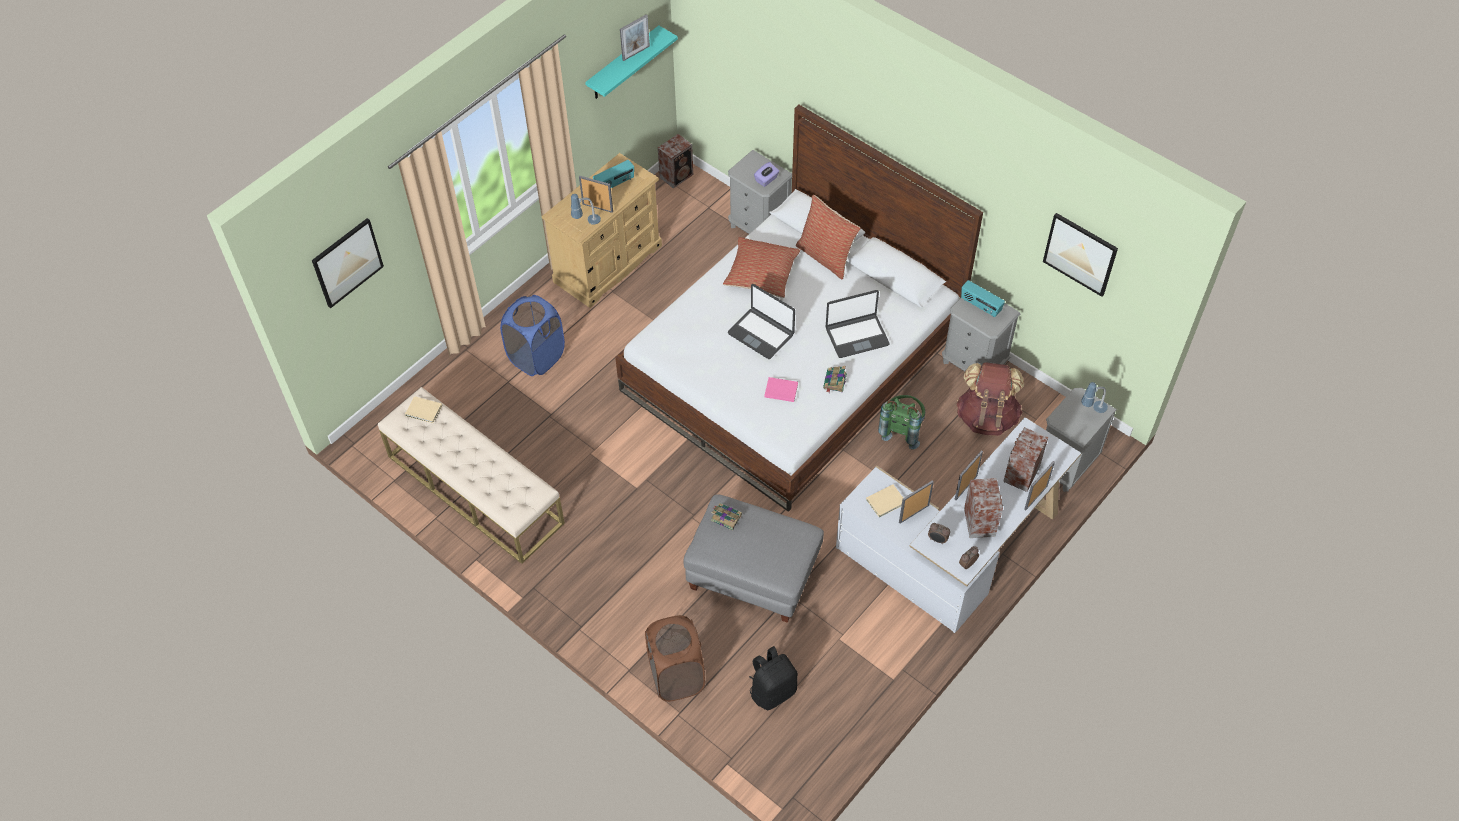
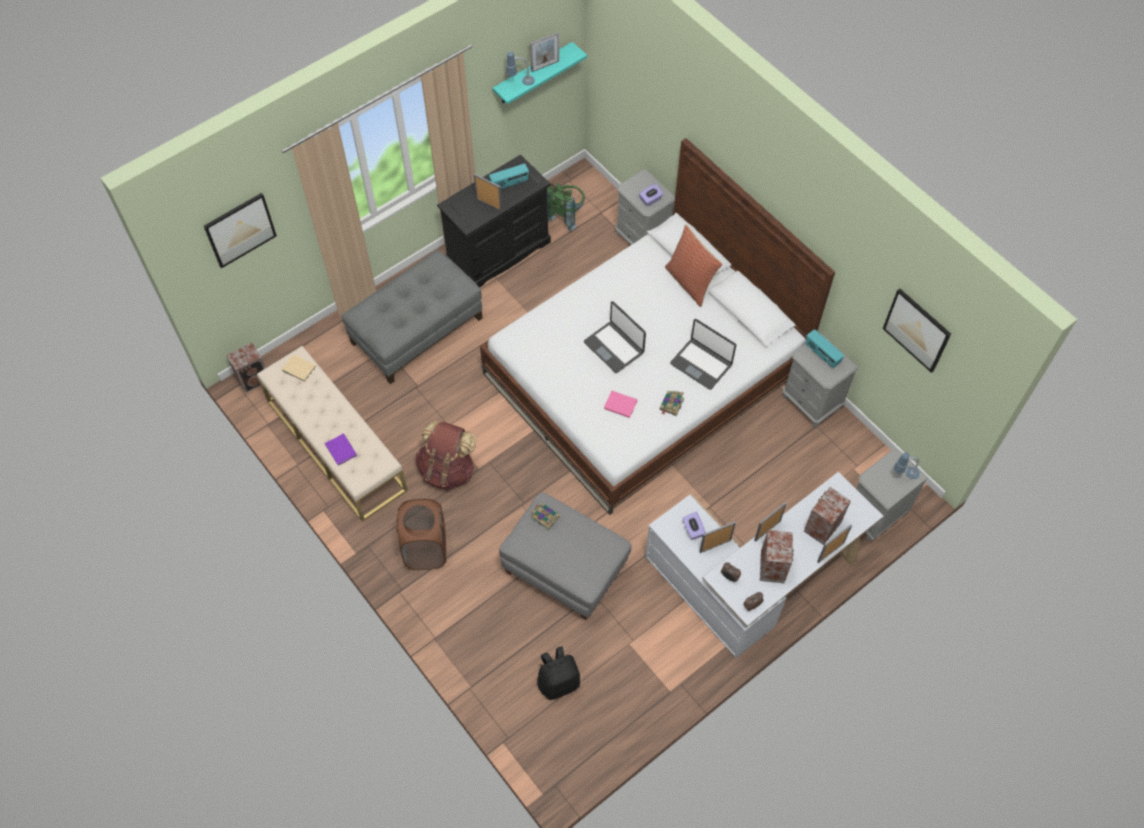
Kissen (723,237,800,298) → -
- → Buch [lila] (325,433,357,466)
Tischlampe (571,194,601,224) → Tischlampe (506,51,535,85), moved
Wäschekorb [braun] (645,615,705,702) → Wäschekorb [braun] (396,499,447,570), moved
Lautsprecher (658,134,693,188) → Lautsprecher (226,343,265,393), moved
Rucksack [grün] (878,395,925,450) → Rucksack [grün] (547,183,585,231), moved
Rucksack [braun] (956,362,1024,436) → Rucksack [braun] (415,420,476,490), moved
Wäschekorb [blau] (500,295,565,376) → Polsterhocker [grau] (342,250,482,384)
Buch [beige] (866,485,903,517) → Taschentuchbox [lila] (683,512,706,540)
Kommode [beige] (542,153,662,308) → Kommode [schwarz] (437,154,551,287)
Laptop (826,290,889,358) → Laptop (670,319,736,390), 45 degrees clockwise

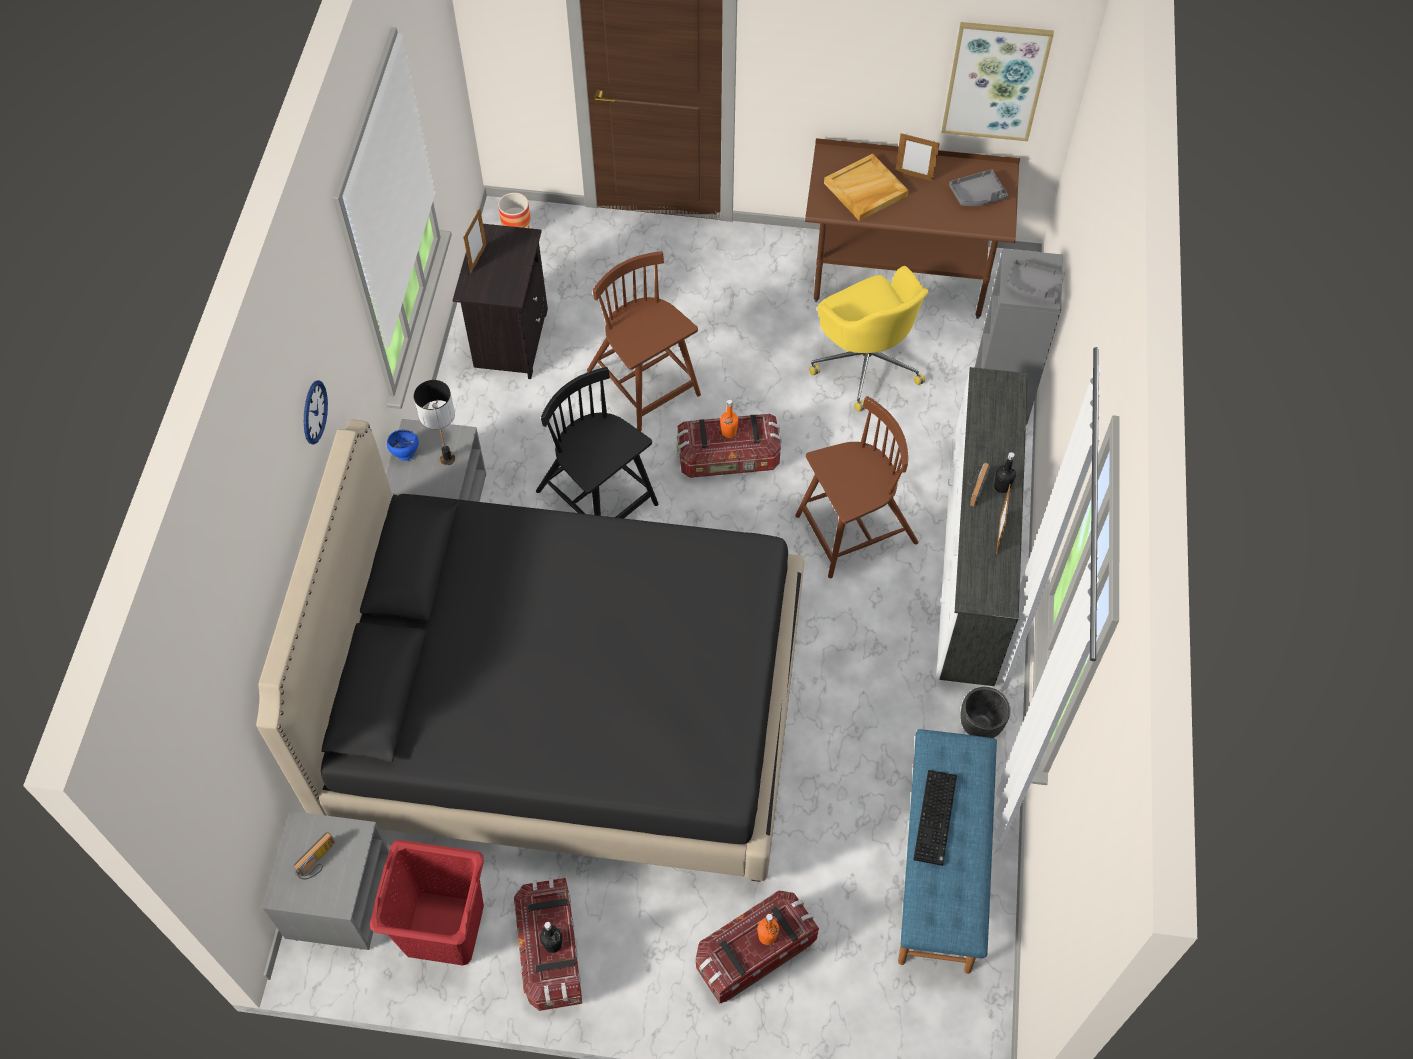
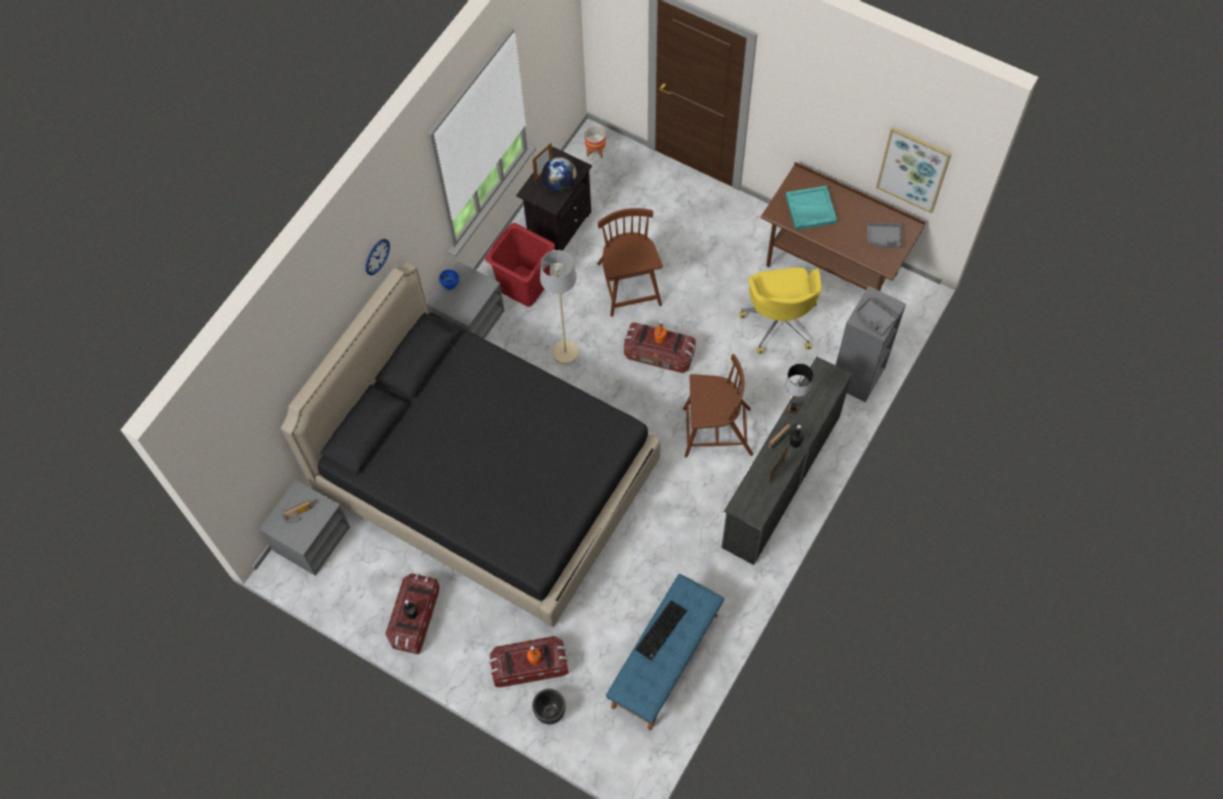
Bilderrahmen (895,133,940,181) → -
- → Globus (542,157,577,193)
Wäschekorb [rot] (370,840,484,966) → Wäschekorb [rot] (485,223,555,307), moved
Tischlampe (414,380,455,465) → Tischlampe (786,364,813,415), moved
Pflanzkübel [schwarz] (960,687,1010,738) → Pflanzkübel [schwarz] (532,689,566,724), moved
Stuhl [schwarz] (536,367,658,518) → Stehlampe [beige] (540,250,578,364)
Tablett [beige] (824,153,909,221) → Tablett [türkis] (785,186,837,230)

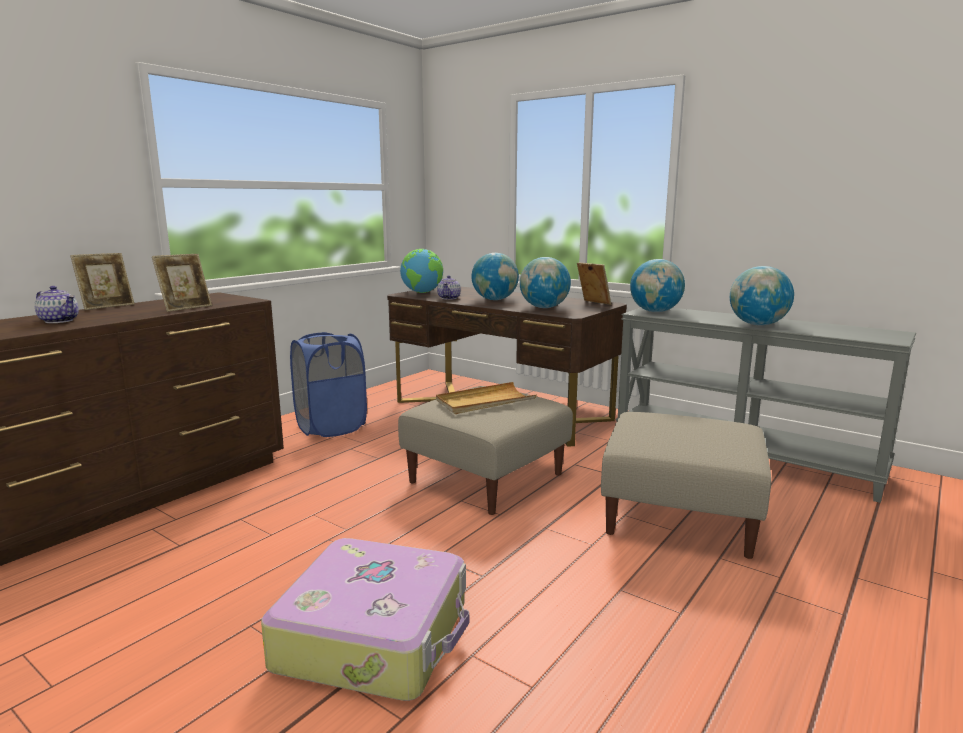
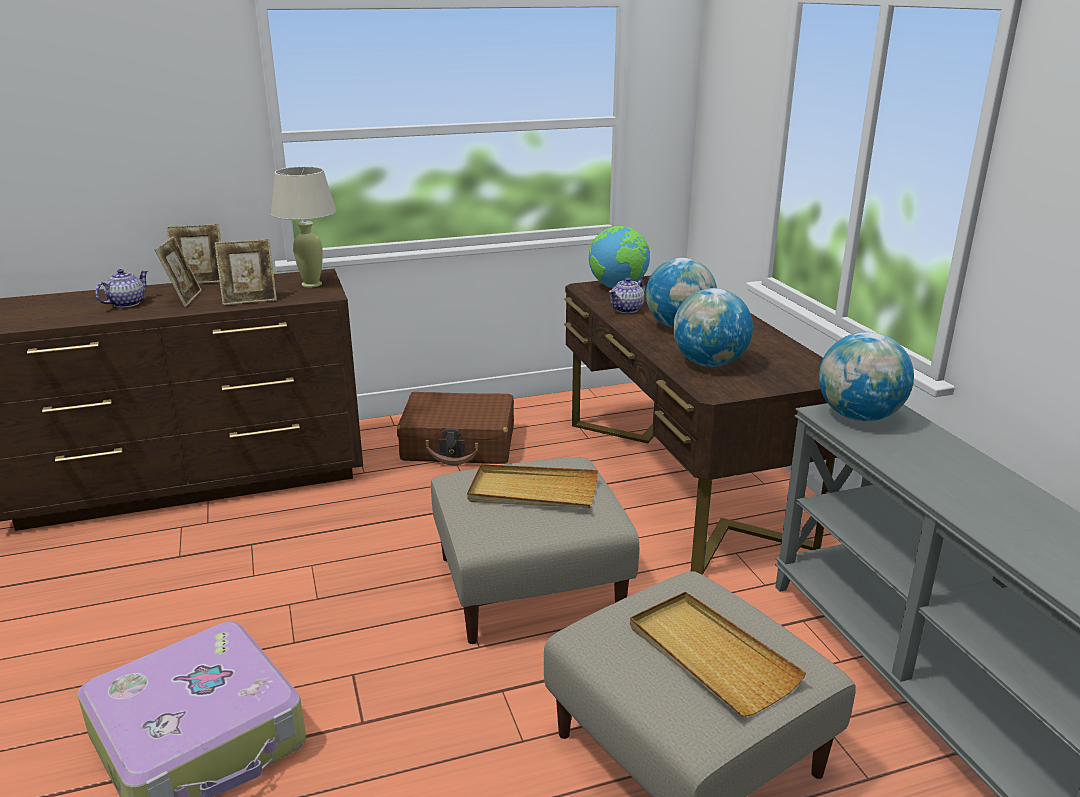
Globus (730,266,794,325) → -
- → Tischlampe [beige] (271,166,336,287)
- → Tablett [beige] (630,592,806,717)
Bilderrahmen (577,262,611,305) → Bilderrahmen (155,236,202,307), moved
Wäschekorb [blau] (290,332,367,437) → Koffer [braun] (397,392,514,465)
Teekanne (35,286,79,323) → Teekanne (95,269,148,308), 120 degrees counterclockwise

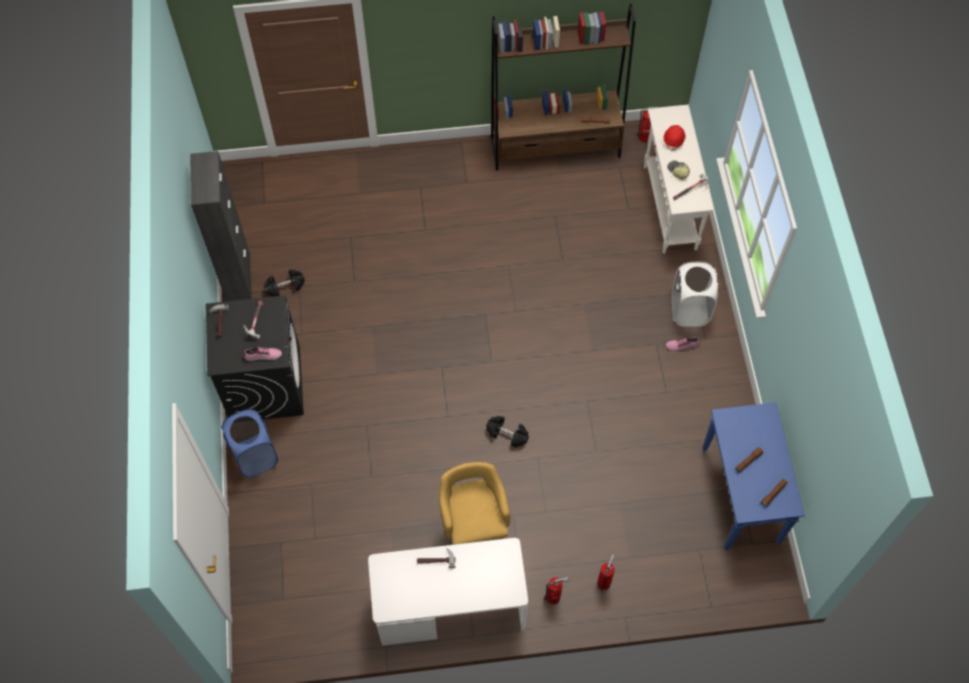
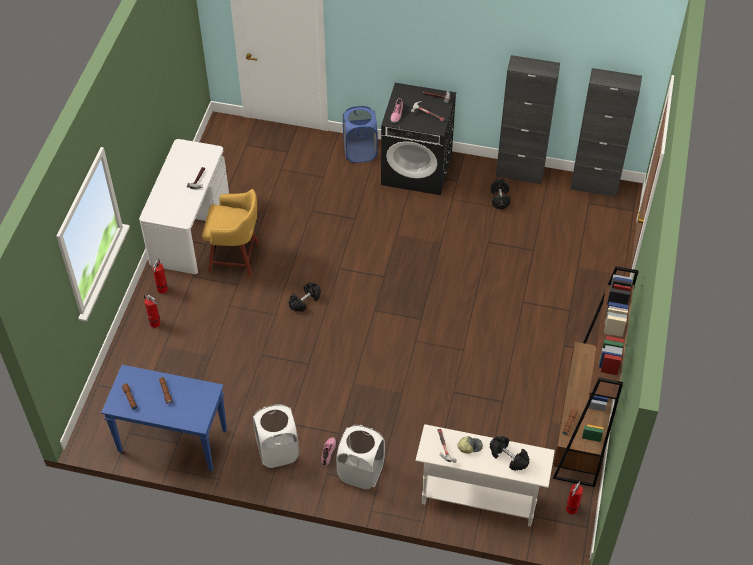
- → Wäschekorb [weiß] (253,404,300,468)
- → Schrank [schwarz] (570,68,642,197)
Schutzhelm [rot] (664,125,686,151) → Hantel [schwarz] (490,436,530,471)

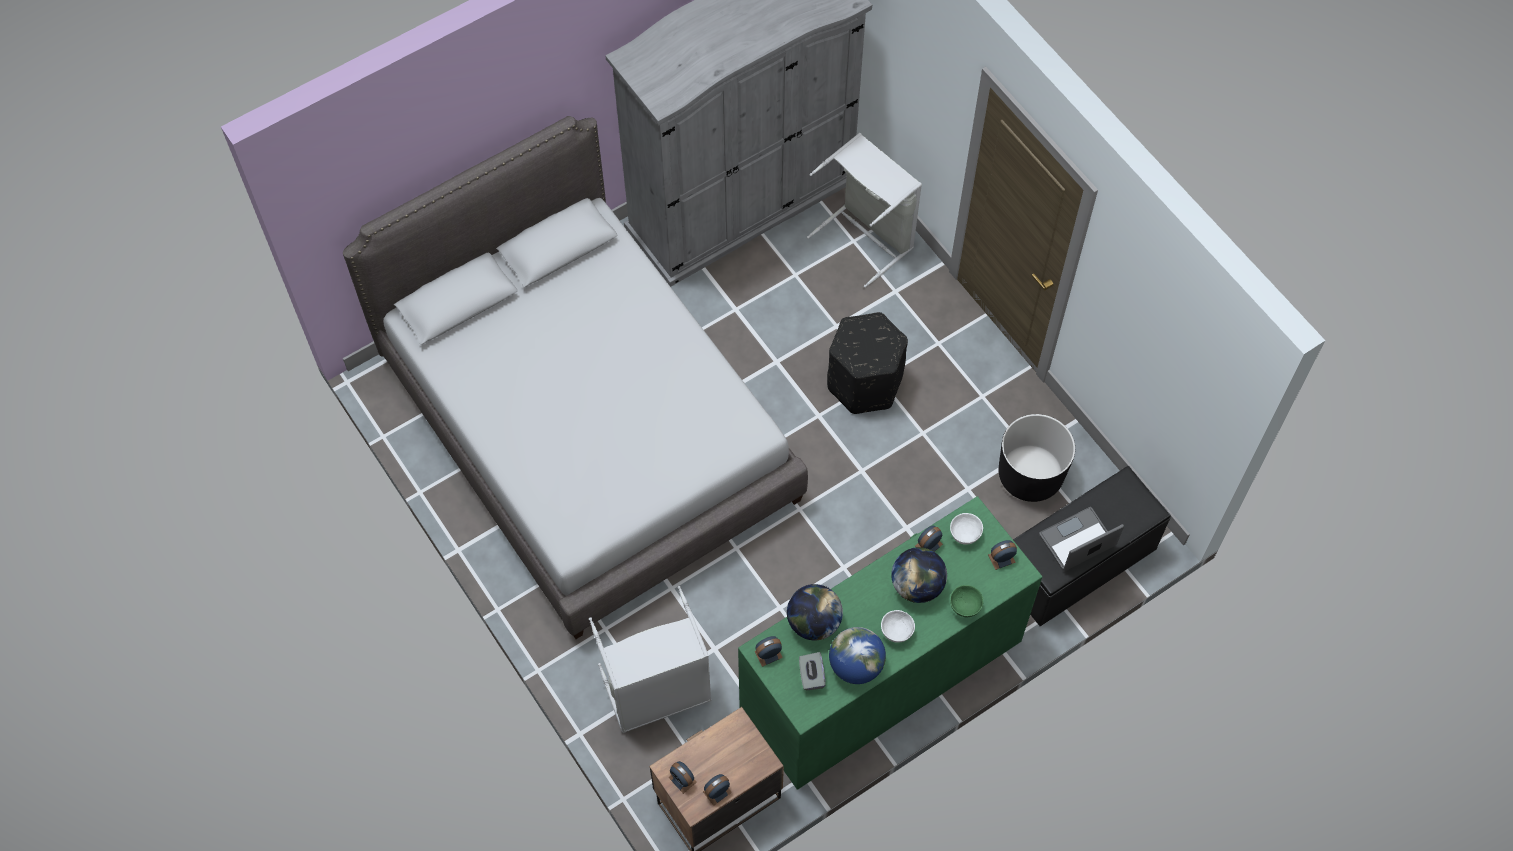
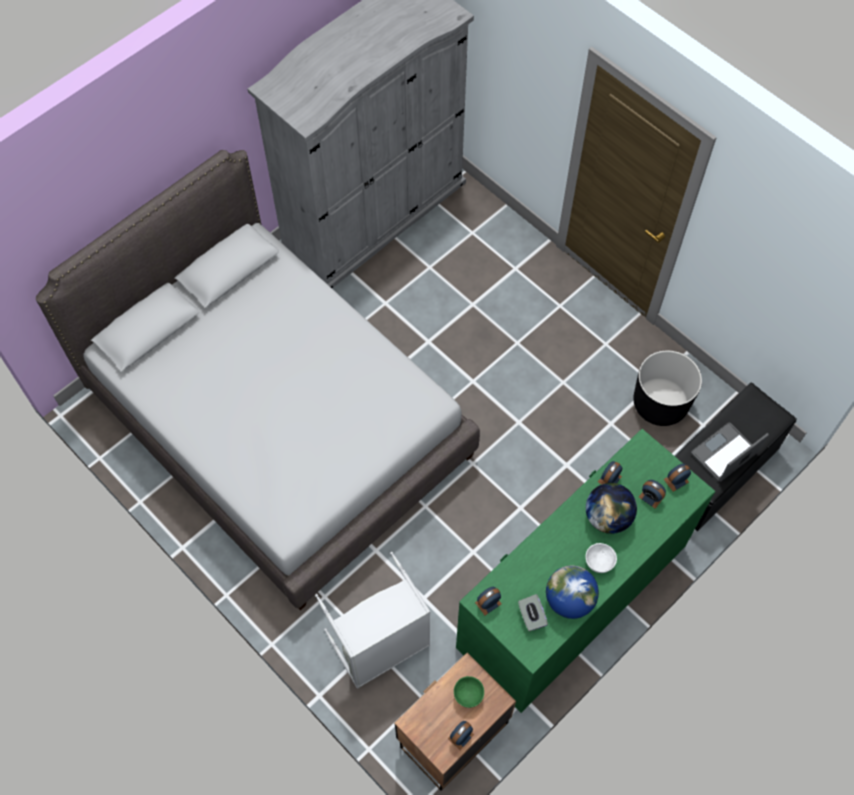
Globus (787,584,843,640) → -
Wäschekorb [grau] (807,133,922,288) → -
Polsterhocker [schwarz] (827,312,908,414) → -
Schüssel [weiß] (950,513,983,545) → -
Wecker (668,761,697,794) → Wecker (639,480,666,509), moved
Schüssel [grün] (950,585,983,617) → Schüssel [grün] (454,676,484,708), moved

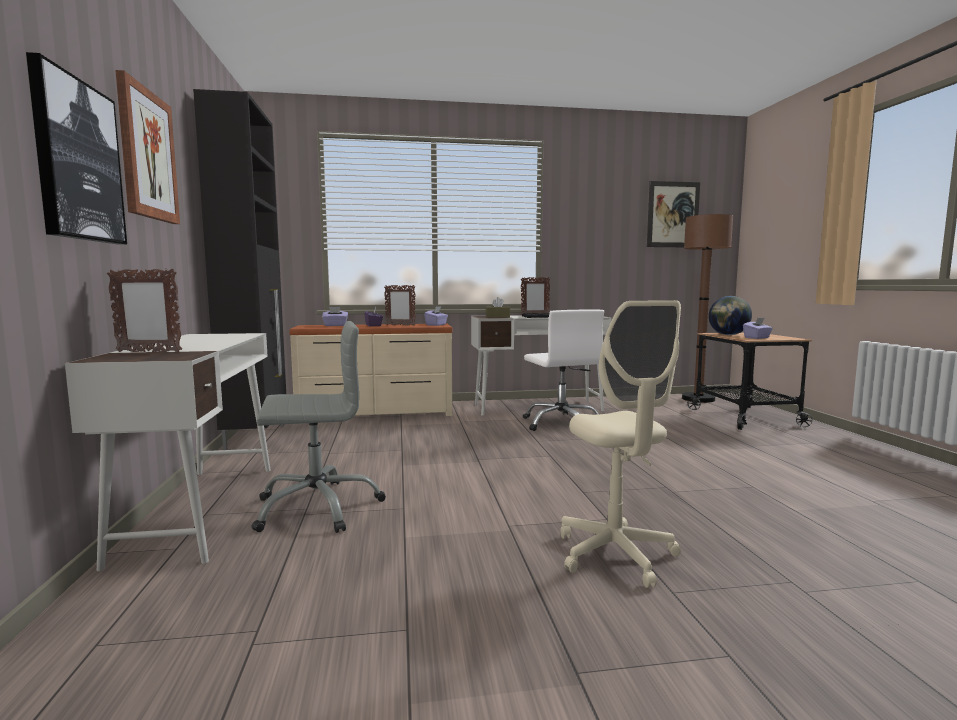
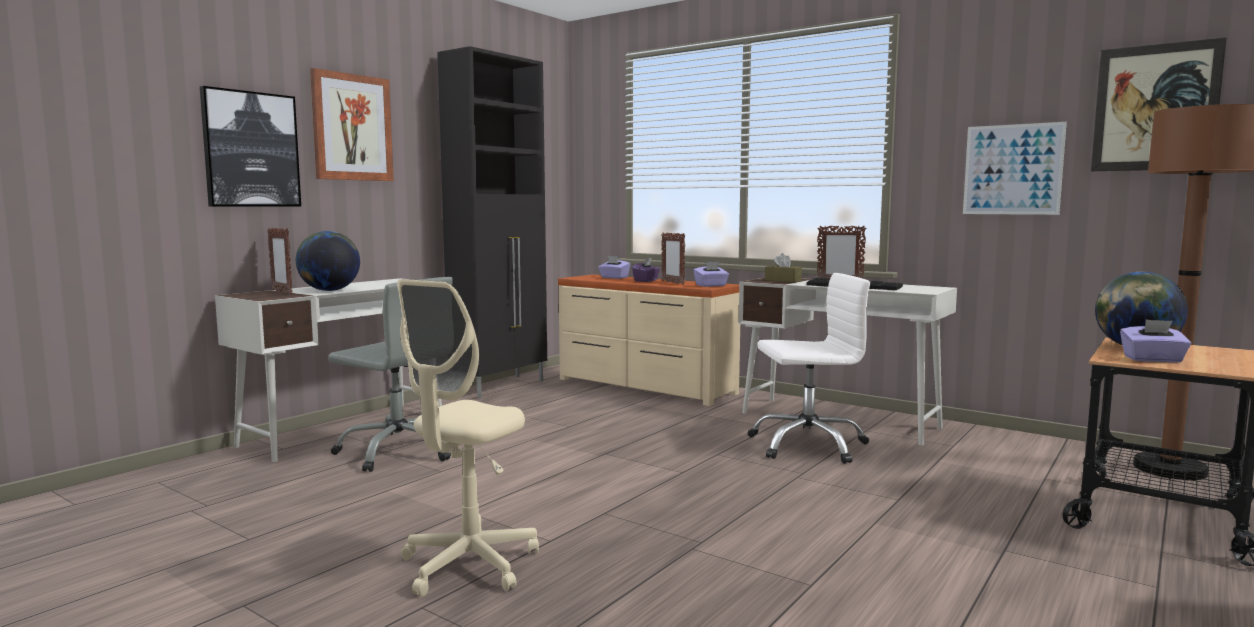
- → Globus (296,231,360,291)
- → Bild (963,122,1067,215)
Bürostuhl [weiß] (523,309,604,431) → Bürostuhl [weiß] (748,273,870,464), 120 degrees counterclockwise

